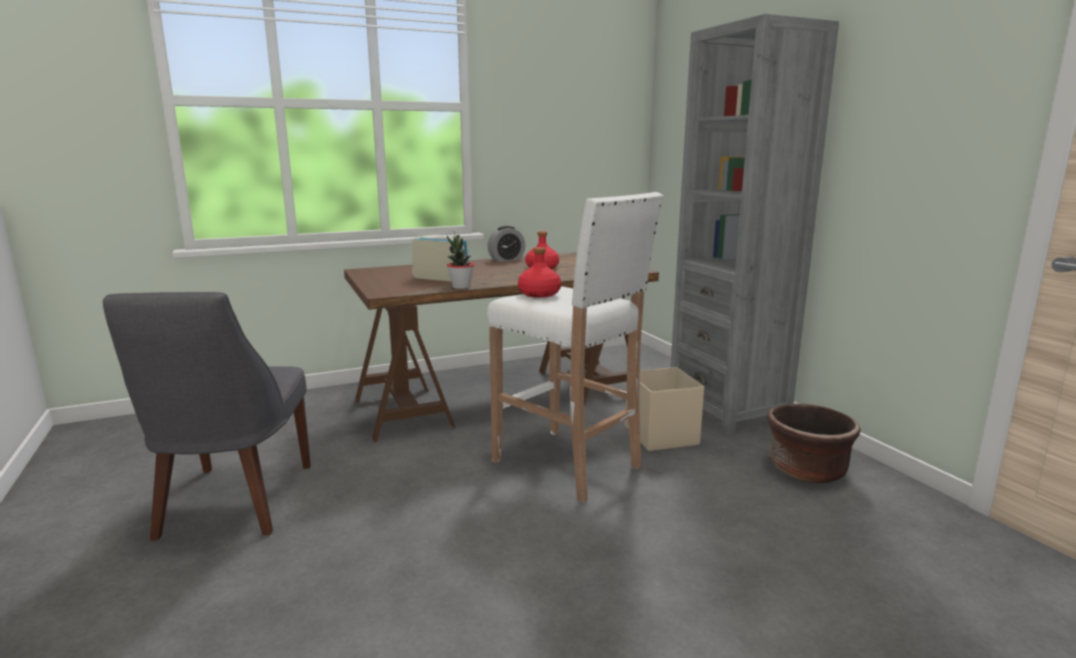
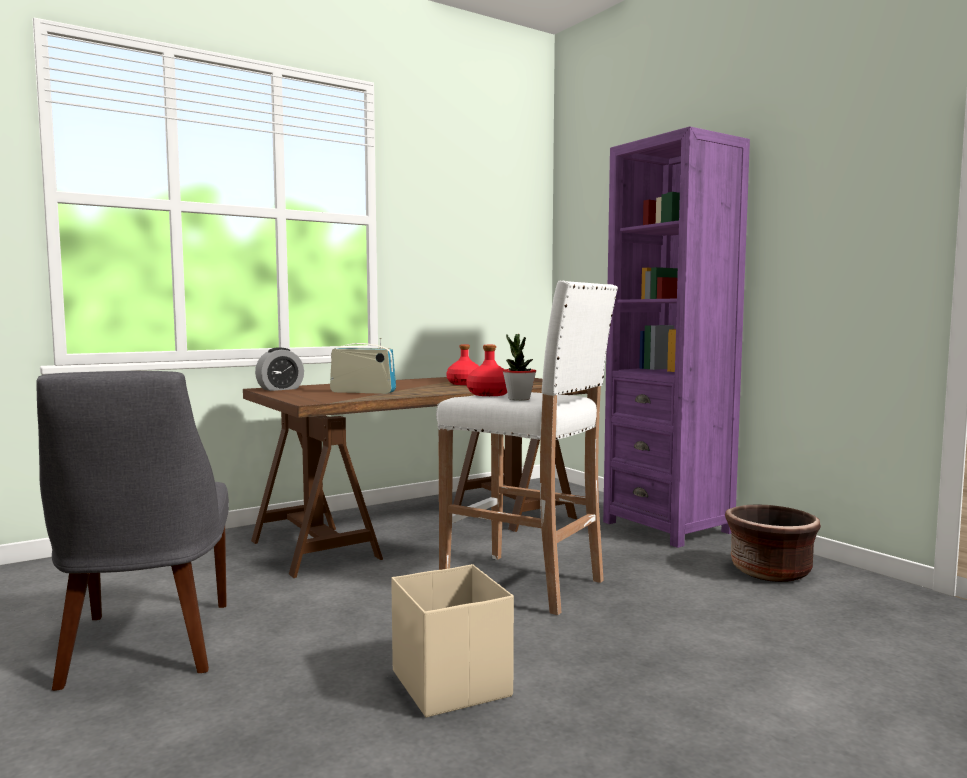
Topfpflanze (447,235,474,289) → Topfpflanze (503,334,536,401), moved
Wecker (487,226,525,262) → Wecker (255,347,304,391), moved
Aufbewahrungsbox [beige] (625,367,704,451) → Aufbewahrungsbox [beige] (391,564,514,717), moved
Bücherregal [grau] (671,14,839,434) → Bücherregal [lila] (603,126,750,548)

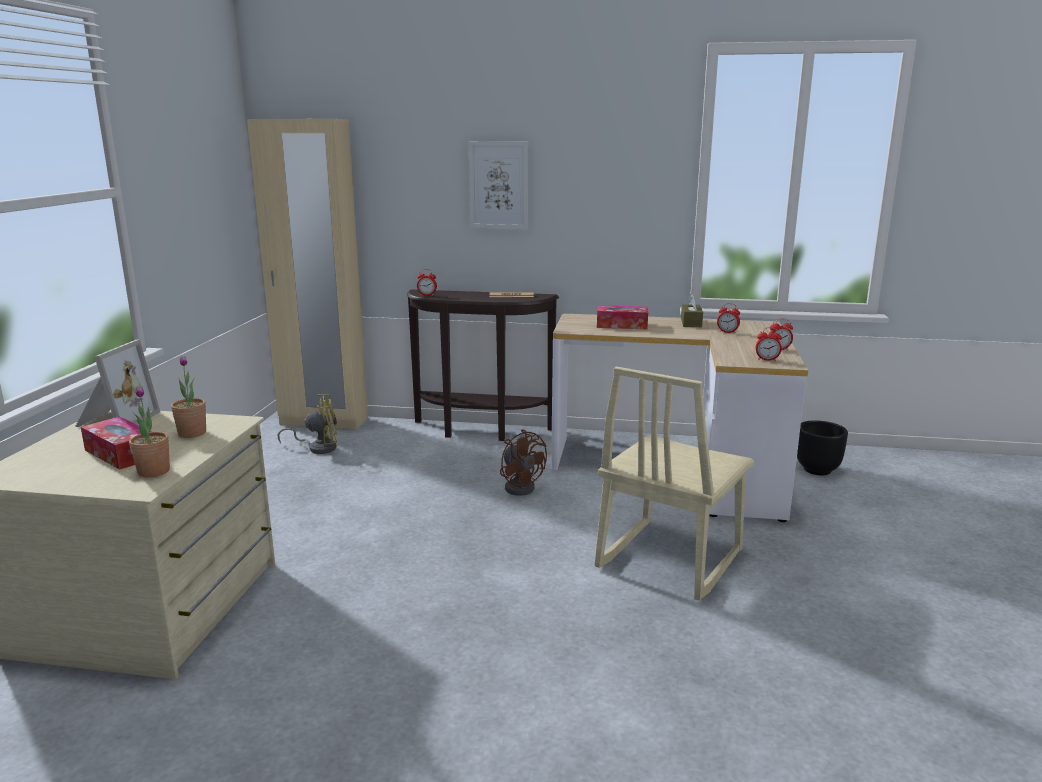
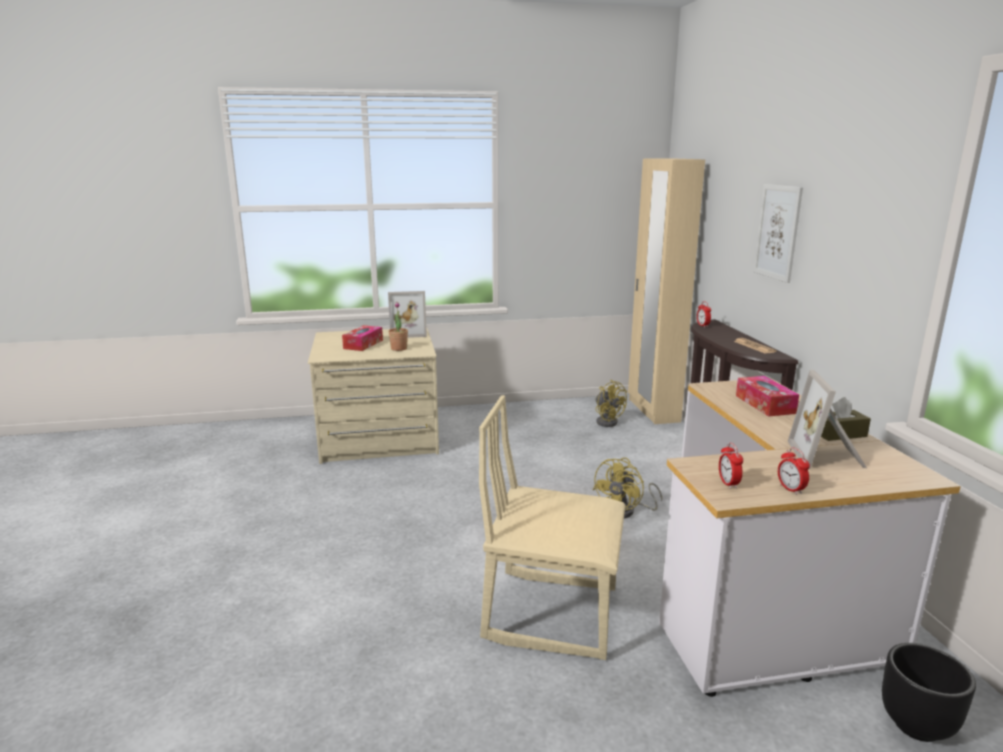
Topfpflanze (129,386,170,477) → -
Wecker (717,303,740,334) → Bilderrahmen (788,370,867,469)
Ventilator [braun] (500,429,547,496) → Ventilator [gelb] (593,458,662,518)

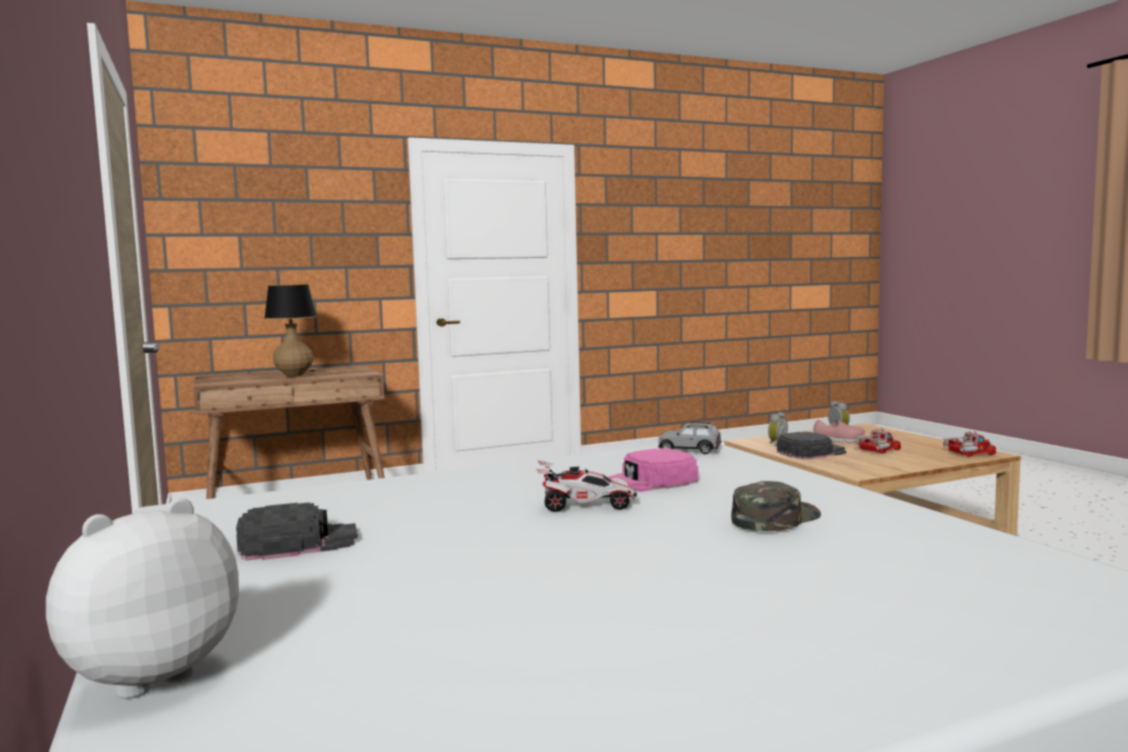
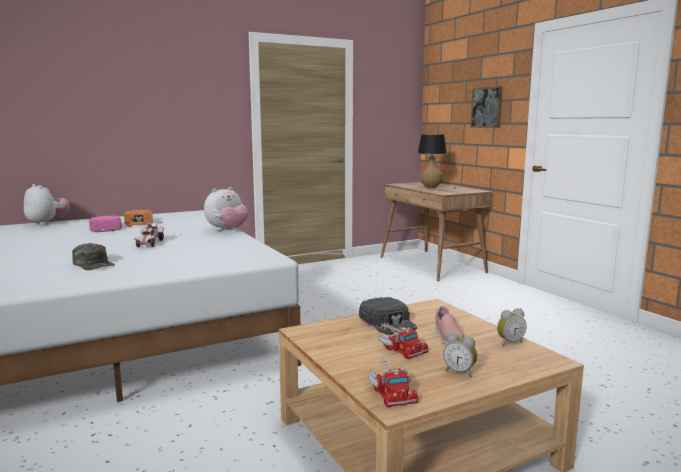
Spielzeugauto [grau] (658,422,721,454) → -
- → Plüschtier (204,187,249,231)
- → Bild (471,86,503,128)
Kappe [rosa] (608,448,698,492) → Kappe [rosa] (89,216,122,232), moved
Wecker (768,412,788,446) → Wecker (443,333,477,377), moved
Kappe [schwarz] (236,502,358,561) → Kappe [orange] (124,210,153,227)

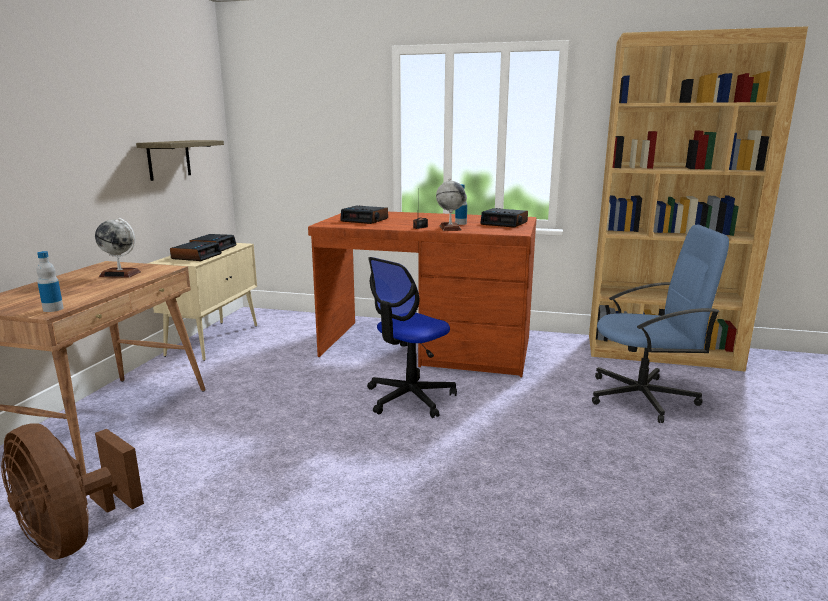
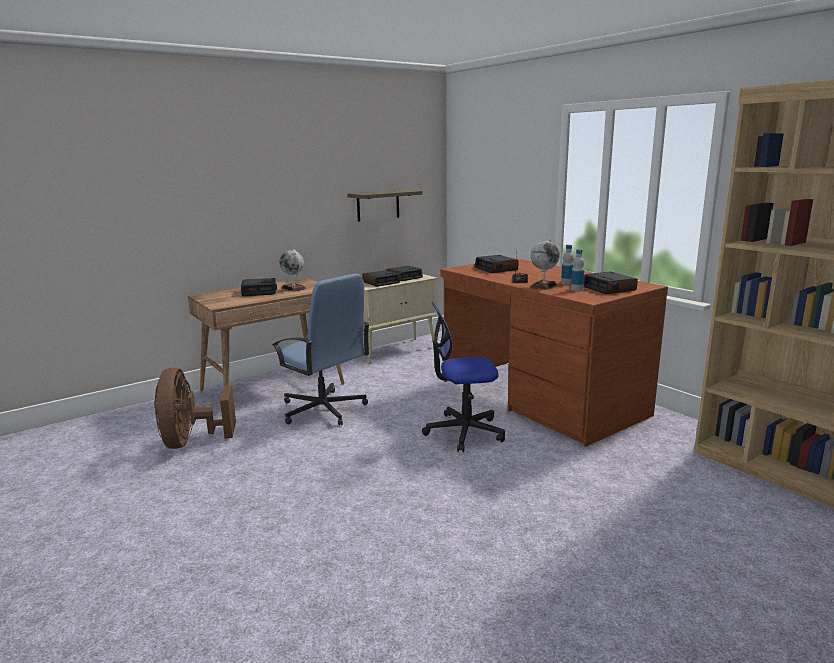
- → Wecker (241,278,277,296)
Flasche (36,251,63,312) → Flasche (571,249,584,291), moved
Bürostuhl [blau] (592,225,729,423) → Bürostuhl [blau] (272,273,370,426), moved

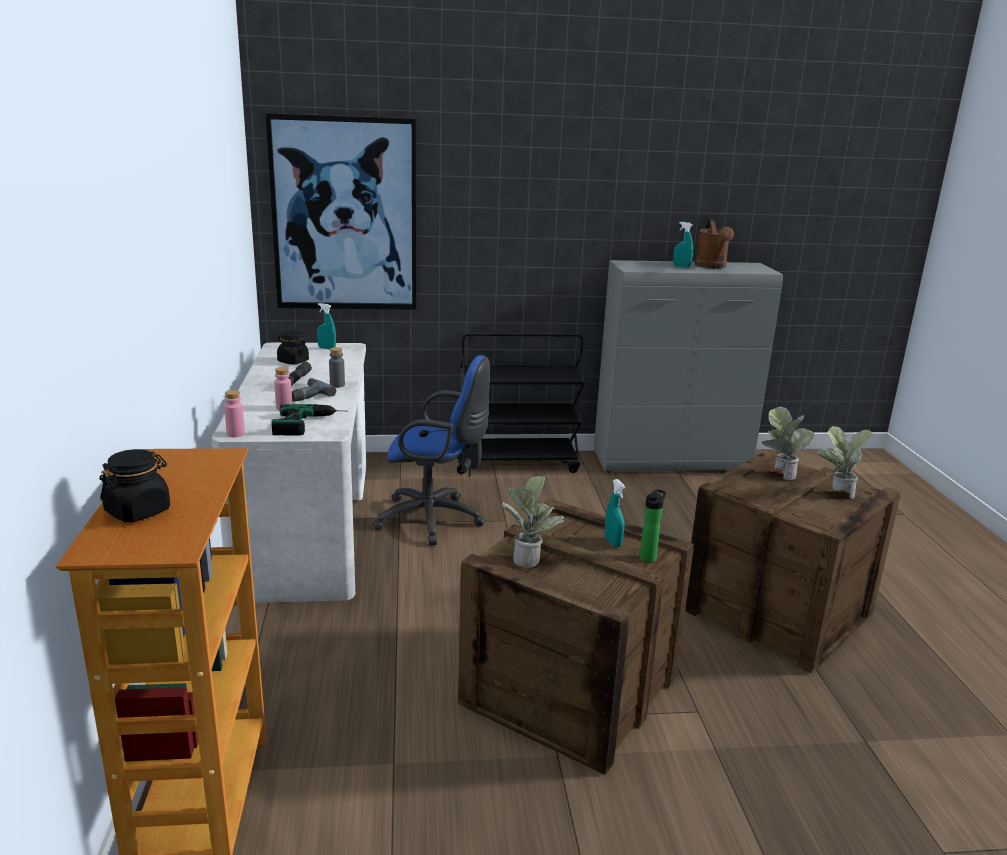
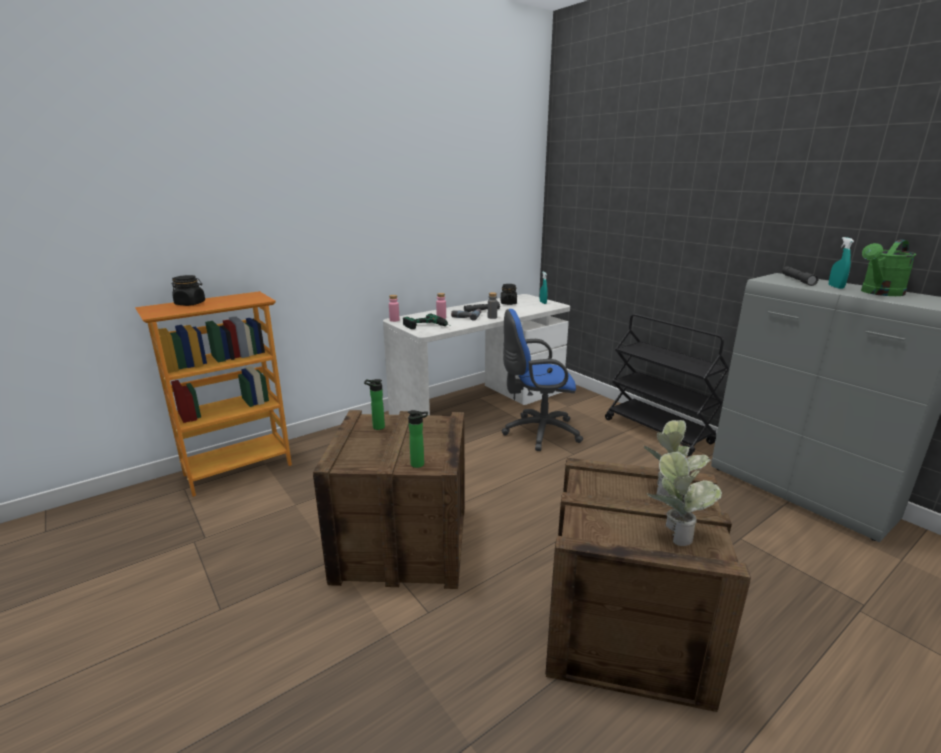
Bild (265,113,416,310) → -
Sprühflasche [türkis] (605,479,625,547) → -
- → Taschenlampe [grau] (782,266,819,286)
Topfpflanze (501,476,564,568) → Flasche (364,379,385,430)
Gießkanne [braun] (695,219,734,269) → Gießkanne [grün] (861,239,916,296)
Bürostuhl [blau] (372,355,490,545) → Bürostuhl [blau] (502,309,583,451), 105 degrees clockwise

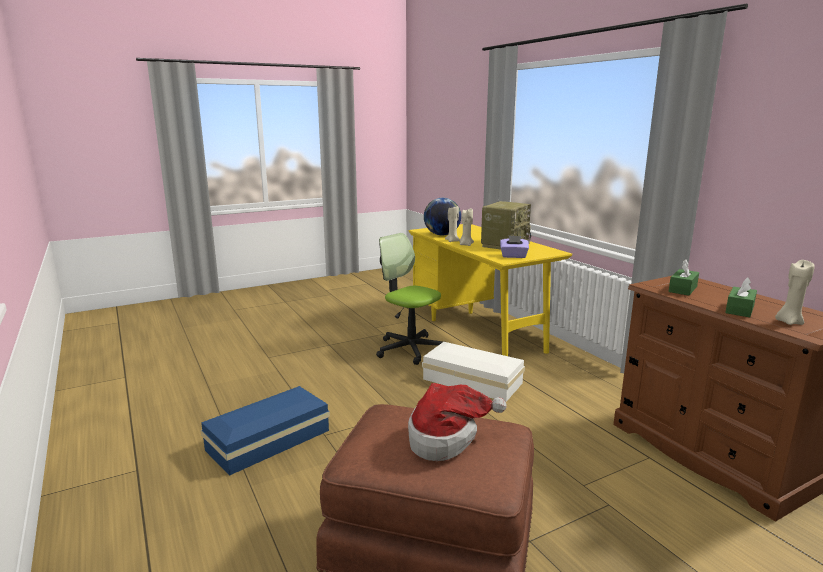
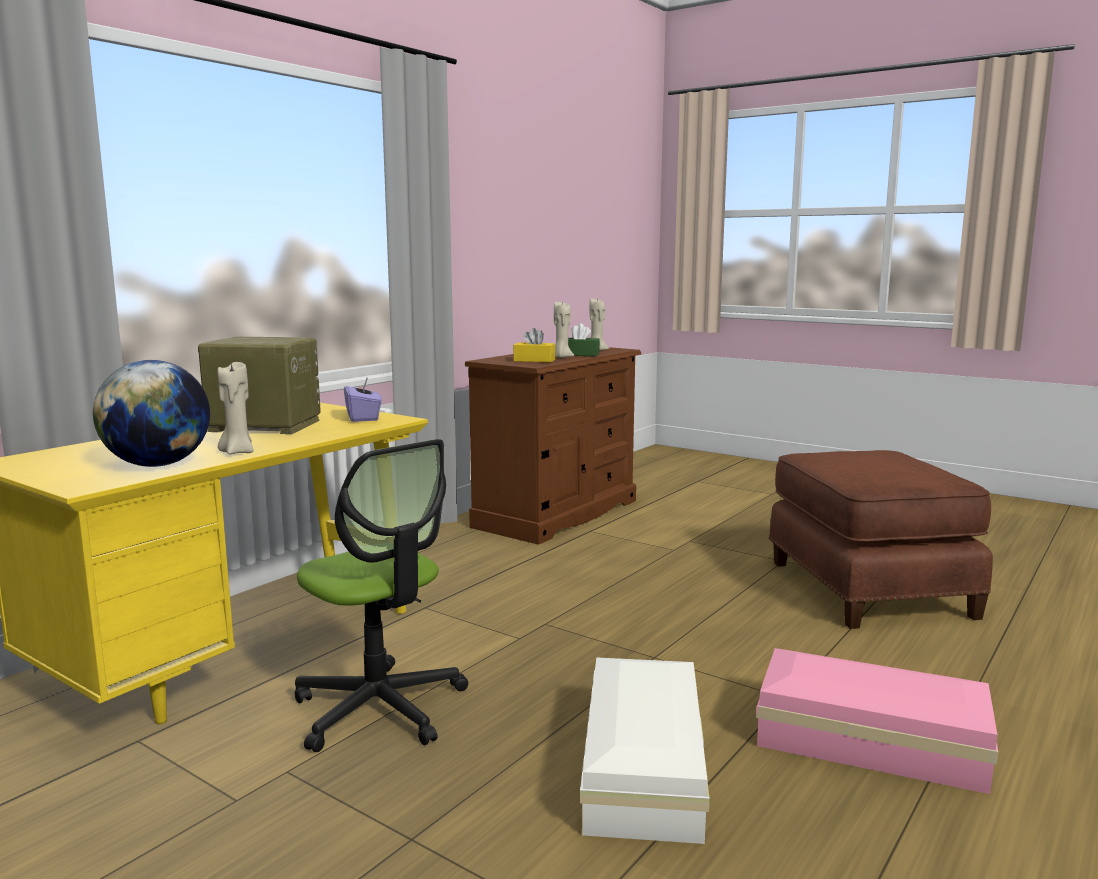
Hut (408,383,507,461) → -
Aufbewahrungsbox [weiß] (422,342,525,402) → Aufbewahrungsbox [weiß] (580,657,710,844), moved
Kerze [beige] (460,208,474,246) → Kerze [beige] (554,302,574,358), moved
Aufbewahrungsbox [blau] (201,386,330,476) → Aufbewahrungsbox [rosa] (756,648,998,794)
Taschentuchbox [grün] (668,259,699,296) → Taschentuchbox [gelb] (513,328,555,363)
Bürostuhl (376,233,443,365) → Bürostuhl (295,439,468,752), 60 degrees counterclockwise

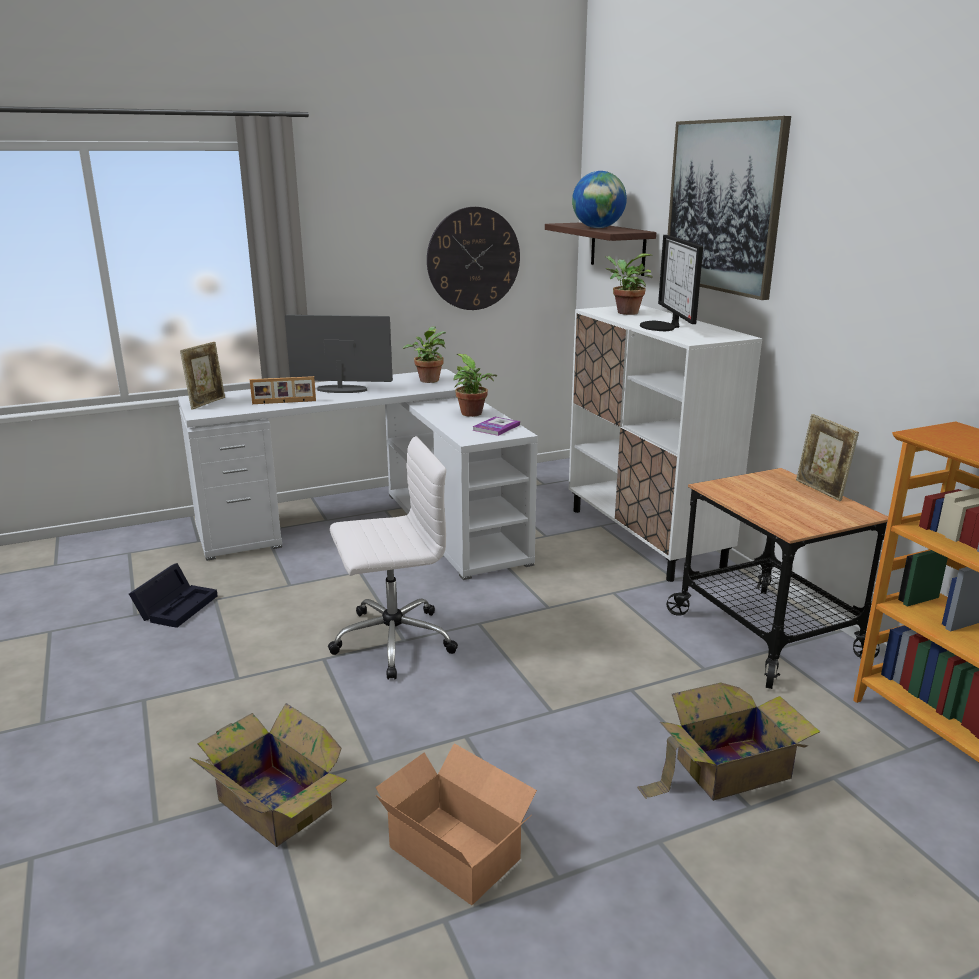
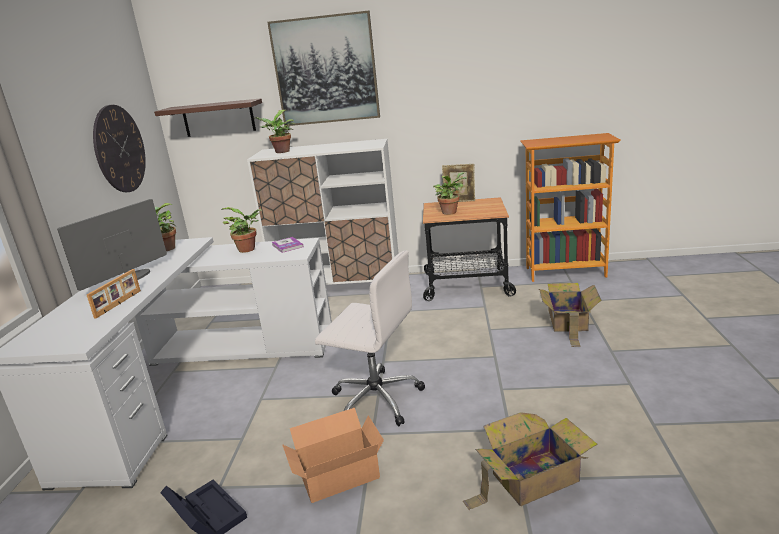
Bilderrahmen (180,342,225,410) → -
Globus (572,171,627,228) → -
Monitor (640,235,703,331) → -
- → Topfpflanze (433,172,467,215)
Karton (375,743,537,905) → Karton (282,408,384,503), moved
Bürostuhl [weiß] (328,436,458,680) → Bürostuhl [weiß] (315,250,425,426), 105 degrees clockwise

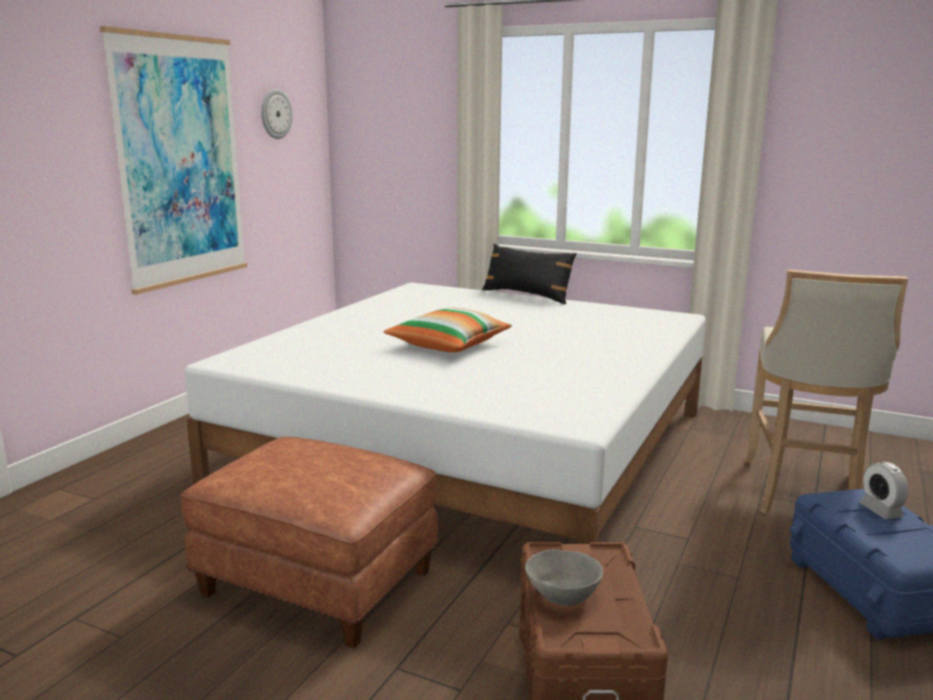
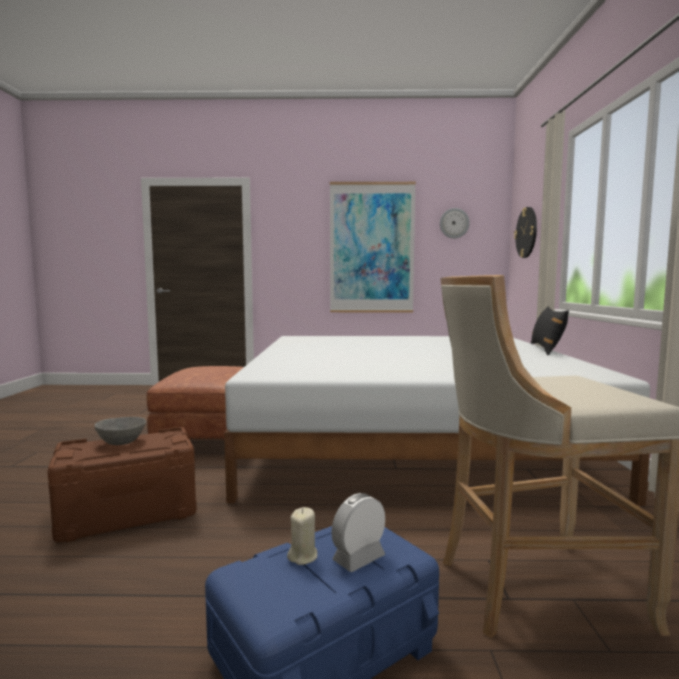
Kissen (383,307,512,352) → -
- → Kerze [beige] (287,507,317,565)
- → Wanduhr (514,207,537,258)

